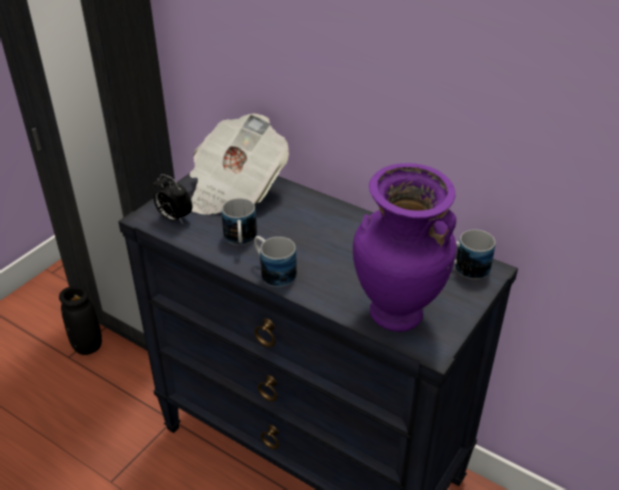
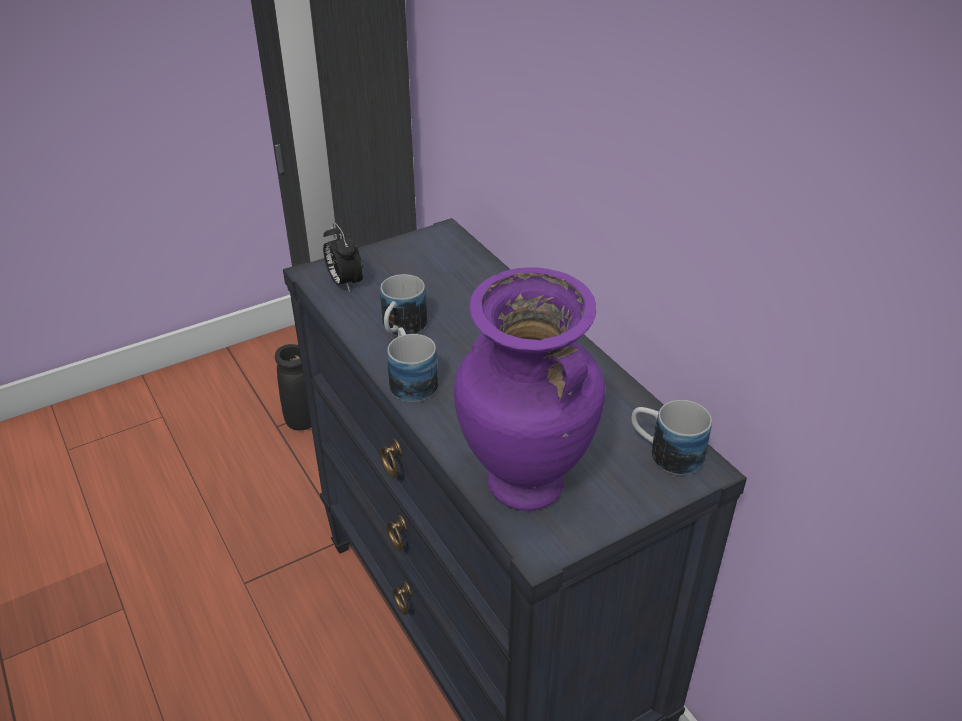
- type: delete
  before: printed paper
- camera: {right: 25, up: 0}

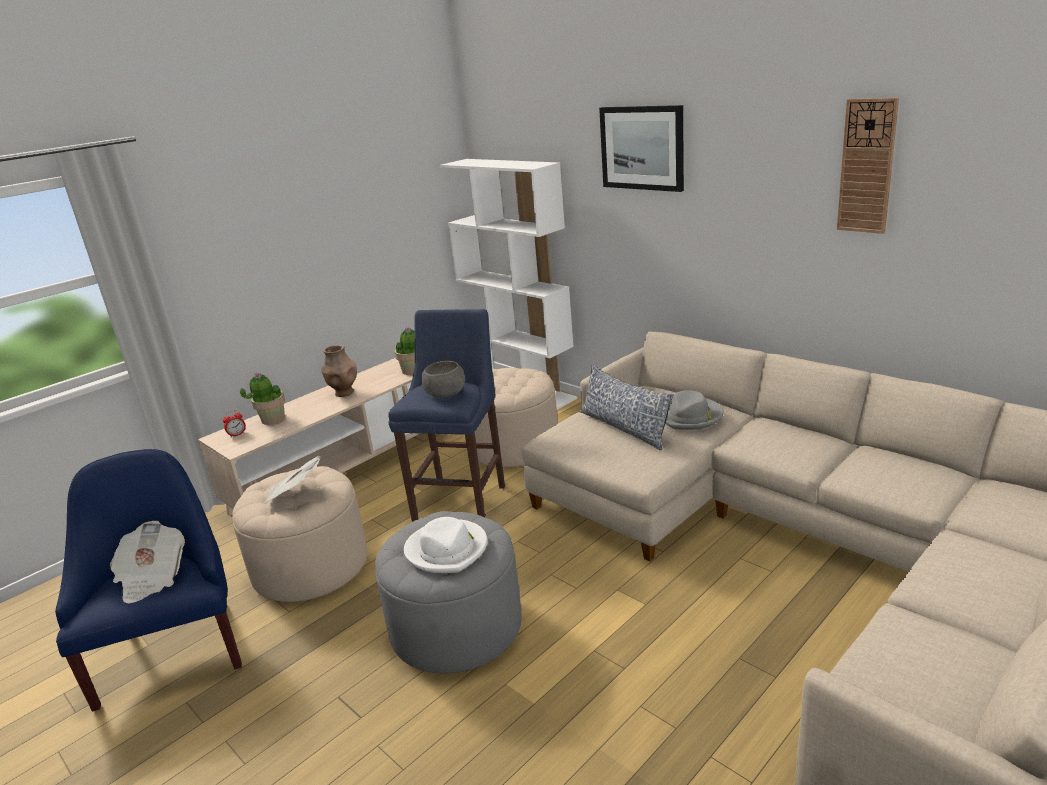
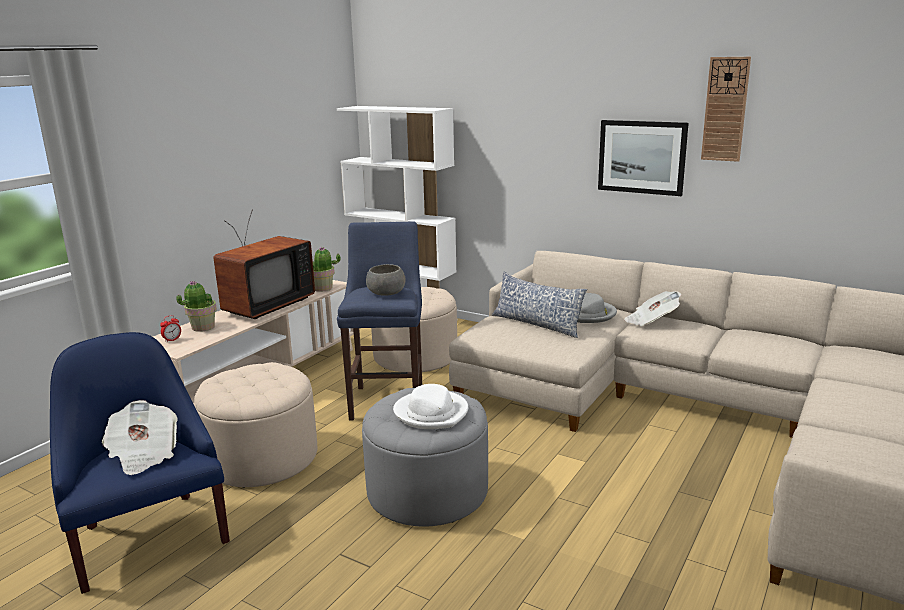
- type: move
  before: printed paper (2nd from left)
- type: move
  before: wall art
- type: replace
  before: vase (brown)
  after: TV
- camera: {right: -15, up: -5}

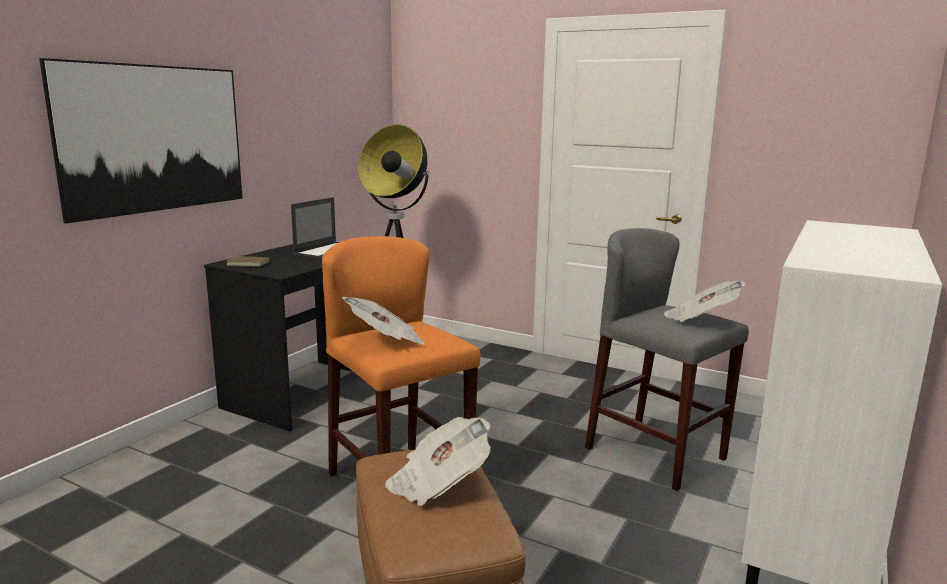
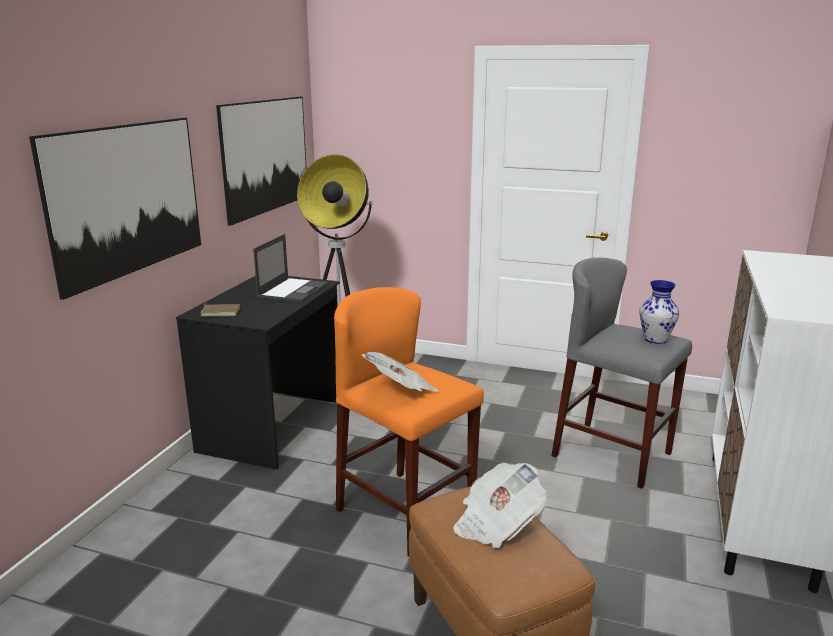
- type: insert
  after: wall art (2nd from left)
- type: replace
  before: printed paper (3rd from left)
  after: vase
- camera: {right: -10, up: 5}

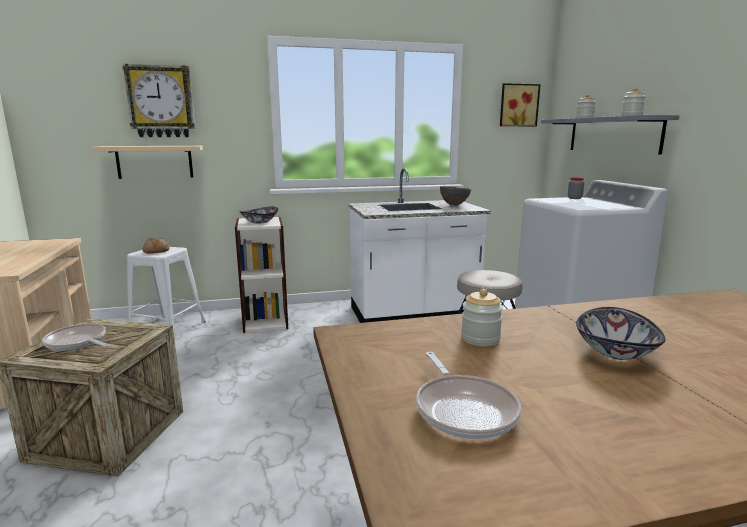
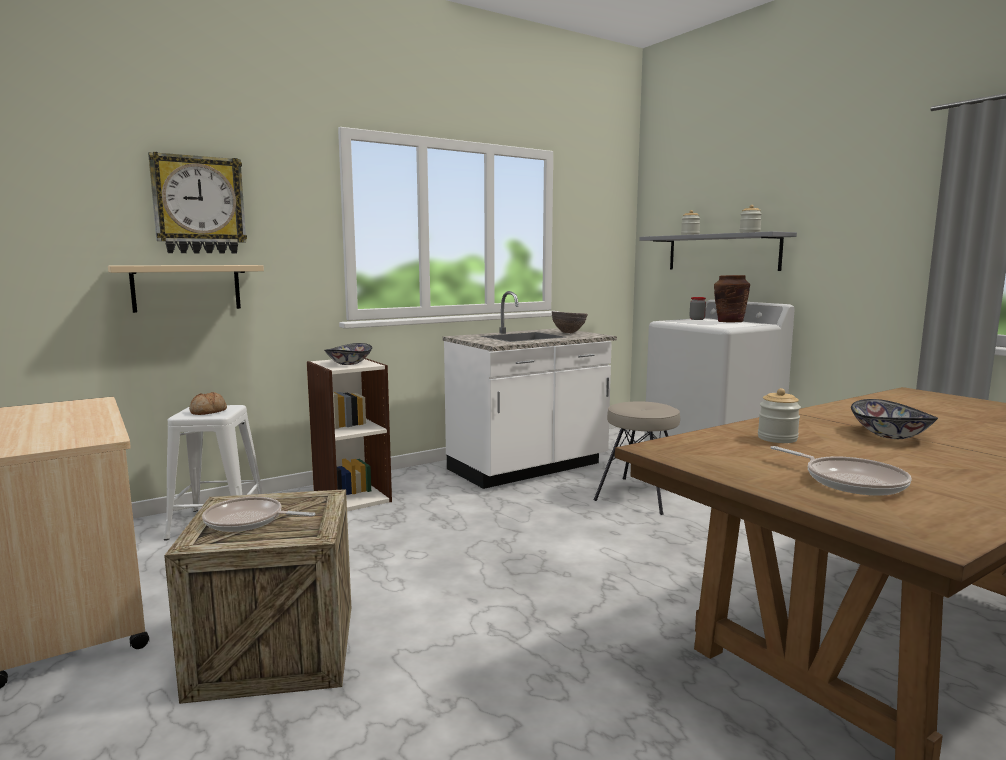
- type: delete
  before: wall art
- type: insert
  after: vase (brown)
- camera: {right: -20, up: -5}

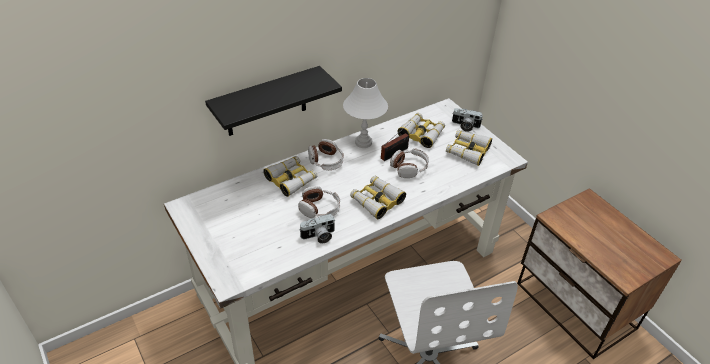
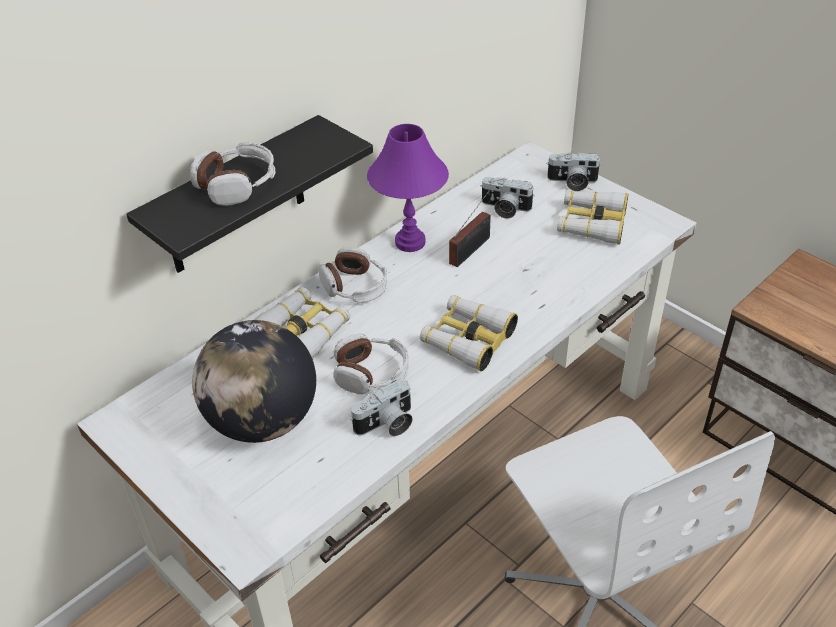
- type: insert
  after: world globe
- type: move
  before: headset (3rd from left in the first image)
  after: headset (1st from left)
- type: replace
  before: binoculars (3rd from left)
  after: still camera (2nd from left)
- type: recolor
  before: lamp for a table (white)
  after: lamp for a table (purple)
- camera: {right: -10, up: 0}

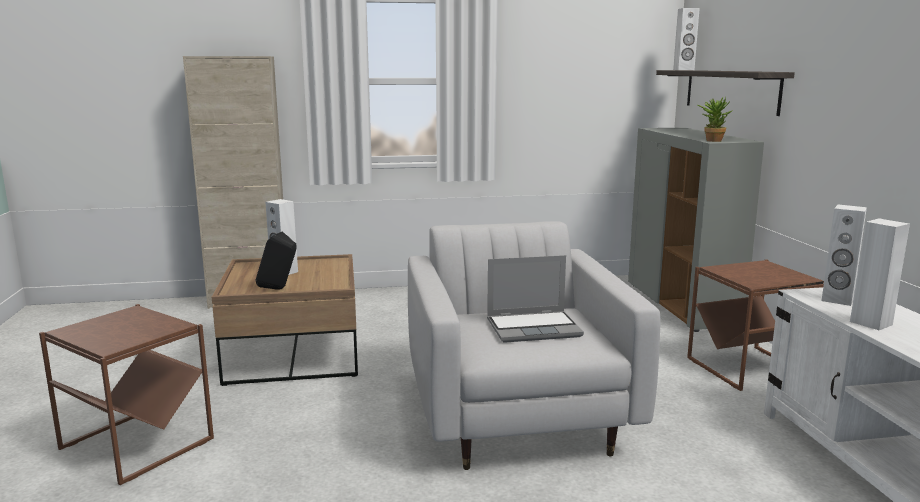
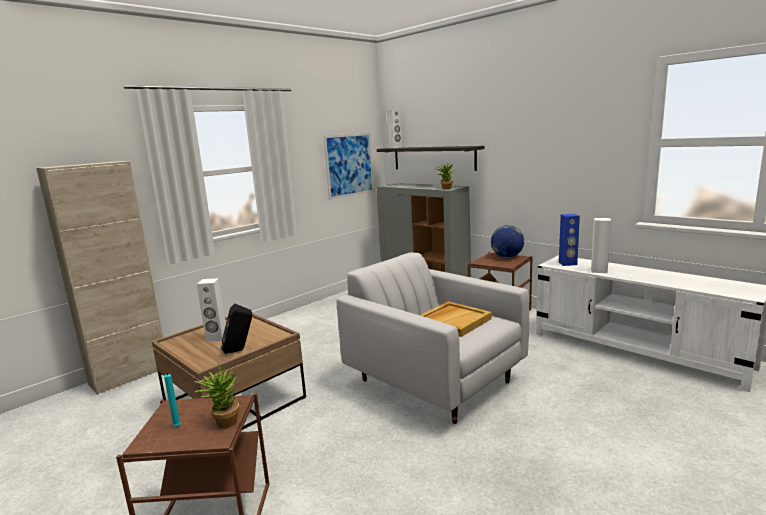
- type: insert
  after: wax candle (blue-green)
- type: insert
  after: plant in a pot (1st from left)
- type: insert
  after: wall art
- type: insert
  after: world globe
- type: replace
  before: notebook computer
  after: tray (sand-coloured)
- type: recolor
  before: speaker (white) (3rd from left)
  after: speaker (blue-coloured)
- camera: {right: -35, up: 0}

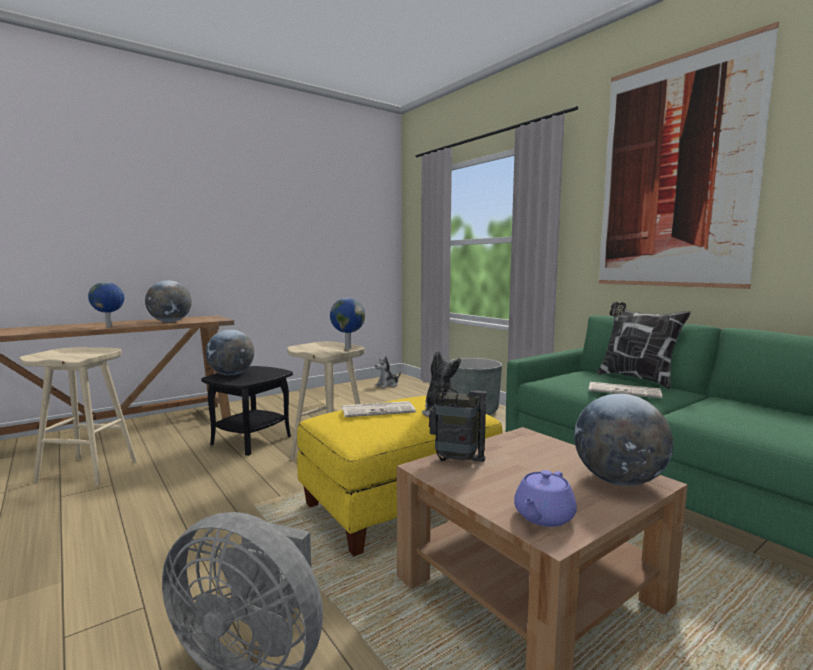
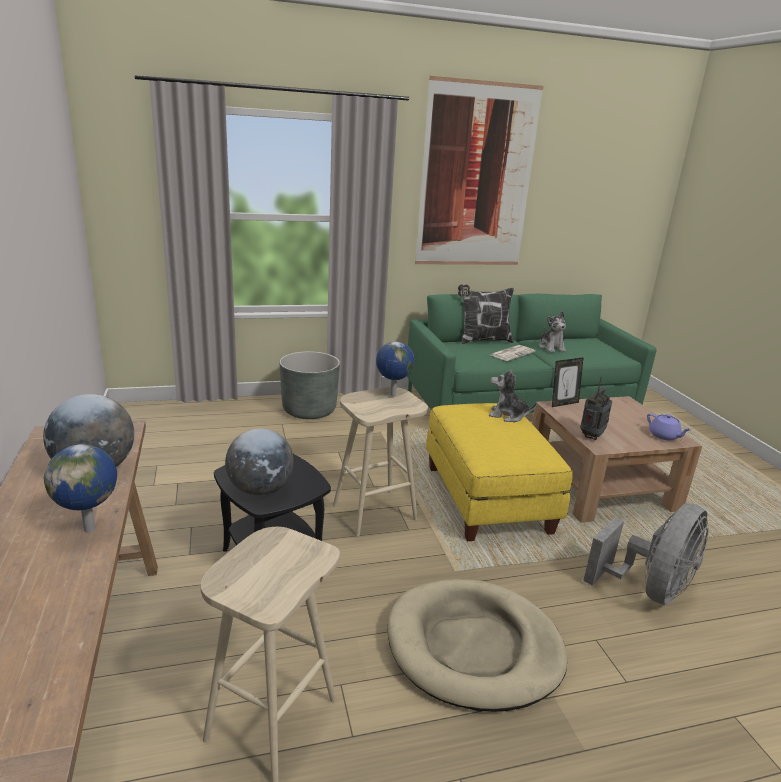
- type: delete
  before: printed paper (1st from left)
- type: delete
  before: world globe (5th from left)
- type: insert
  after: dog cushion (sand-coloured)
- type: insert
  after: picture frame
- type: move
  before: cuddly toy (1st from left in the first image)
  after: cuddly toy (2nd from left)
- camera: {right: -70, up: 15}

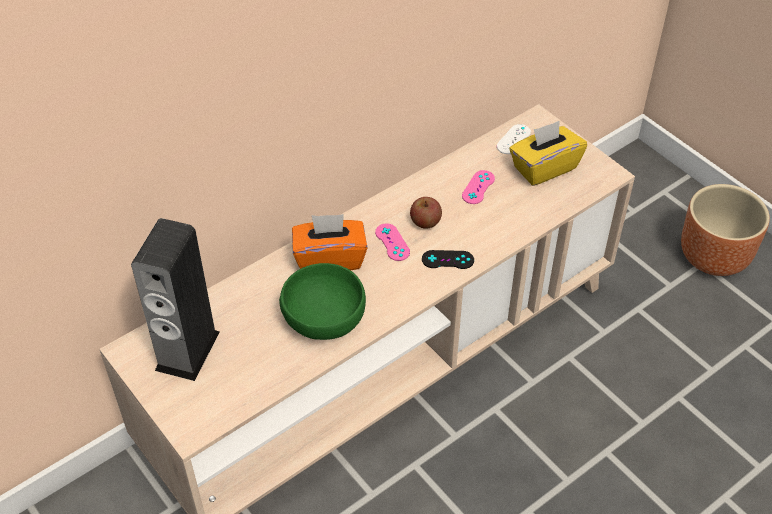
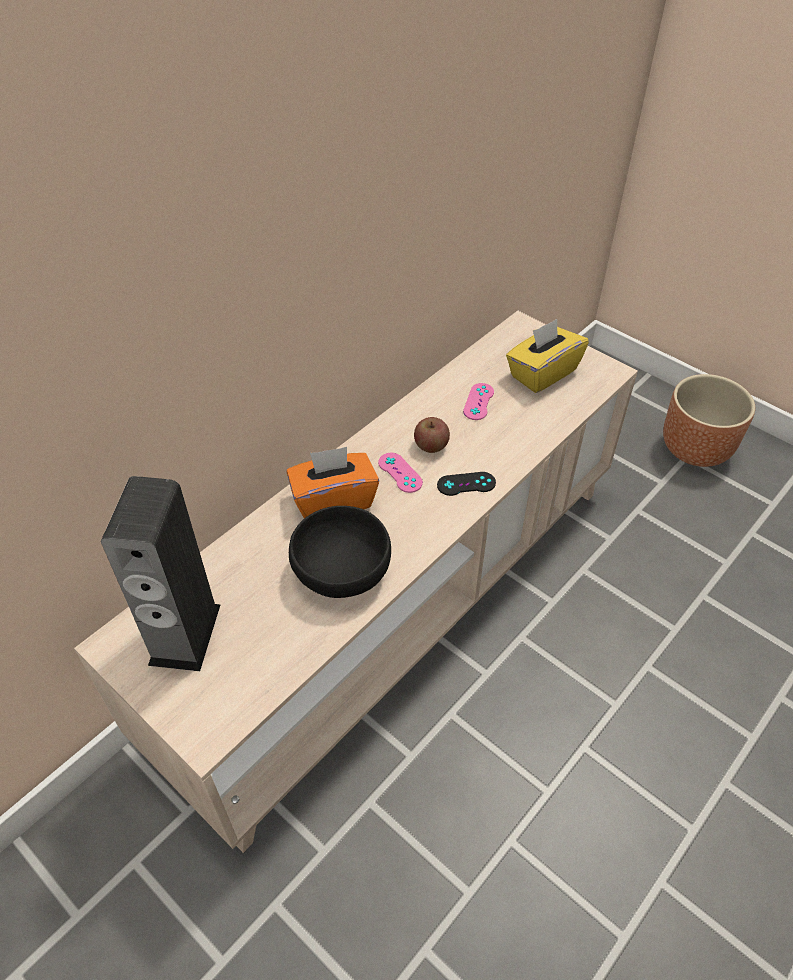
- type: delete
  before: gamepad (white)
- type: recolor
  before: serving bowl (greenish)
  after: serving bowl (black-coloured)
- camera: {right: -10, up: 0}

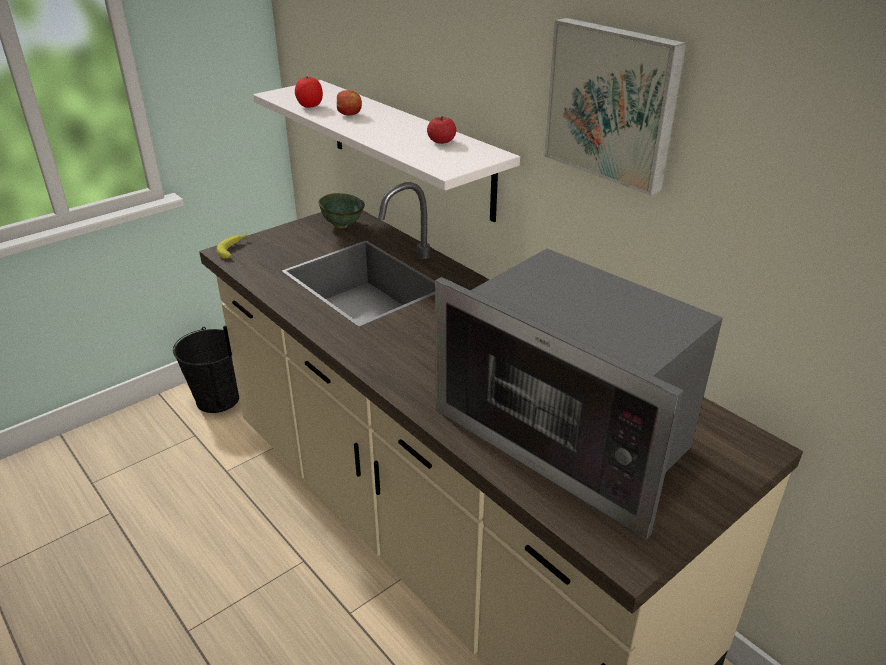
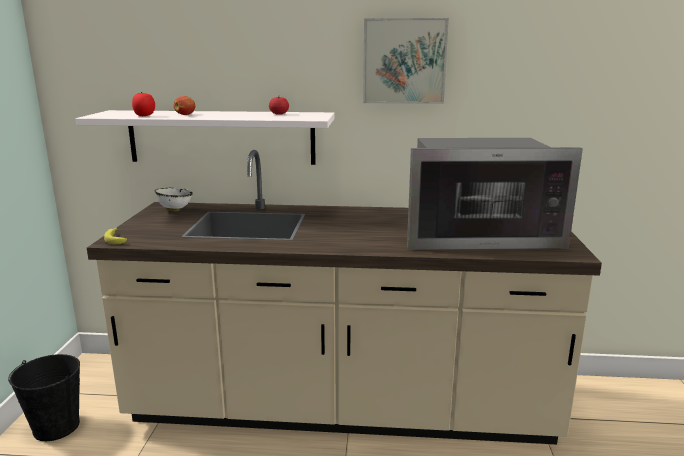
- type: recolor
  before: serving bowl (greenish)
  after: serving bowl (white)
- camera: {right: -45, up: -15}

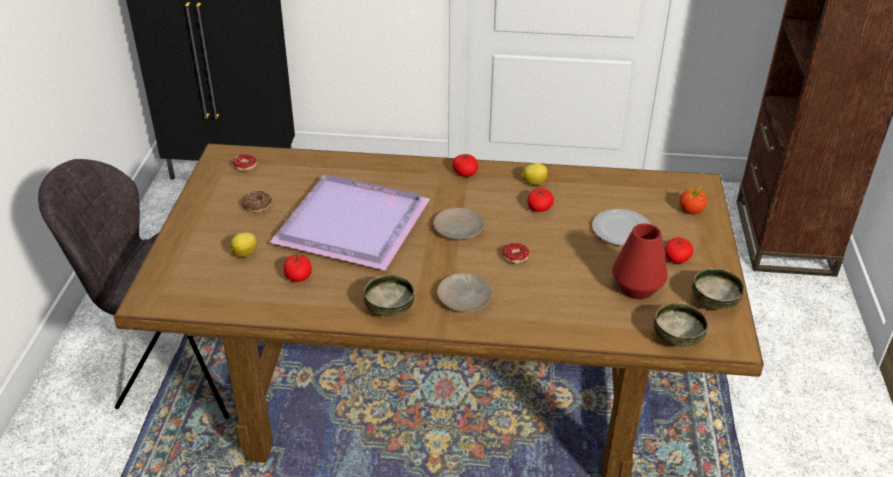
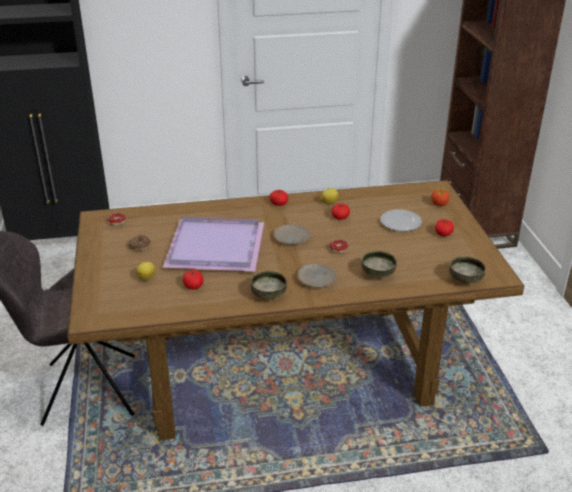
- type: delete
  before: vase (red-coloured)
- type: move
  before: serving bowl (3rd from left in the first image)
  after: serving bowl (2nd from left)
- camera: {right: -15, up: -5}

